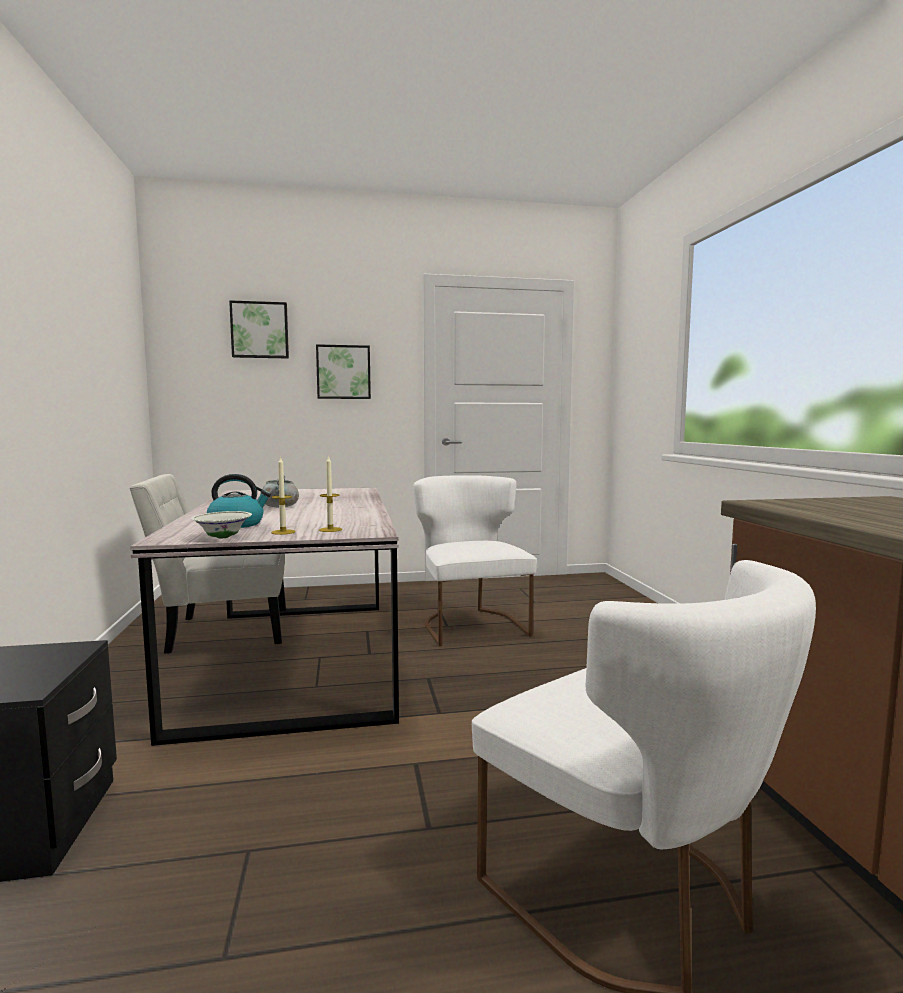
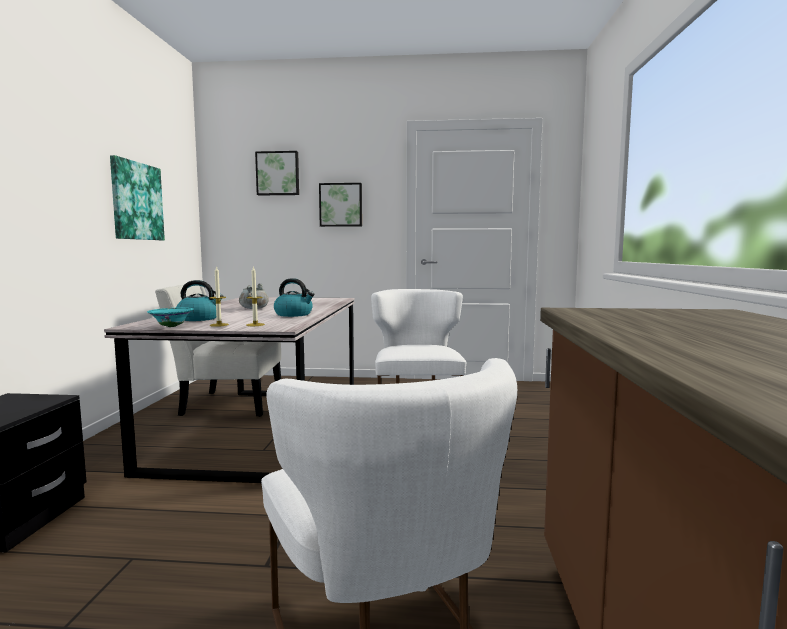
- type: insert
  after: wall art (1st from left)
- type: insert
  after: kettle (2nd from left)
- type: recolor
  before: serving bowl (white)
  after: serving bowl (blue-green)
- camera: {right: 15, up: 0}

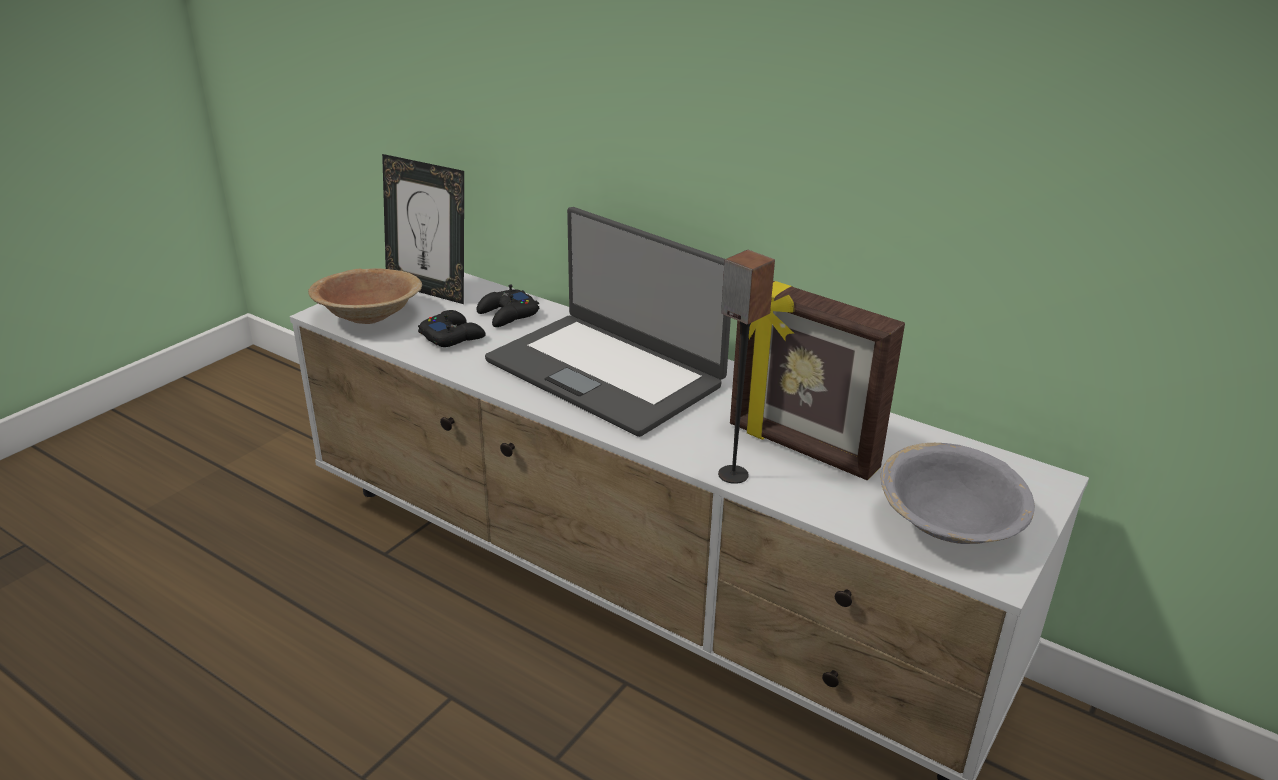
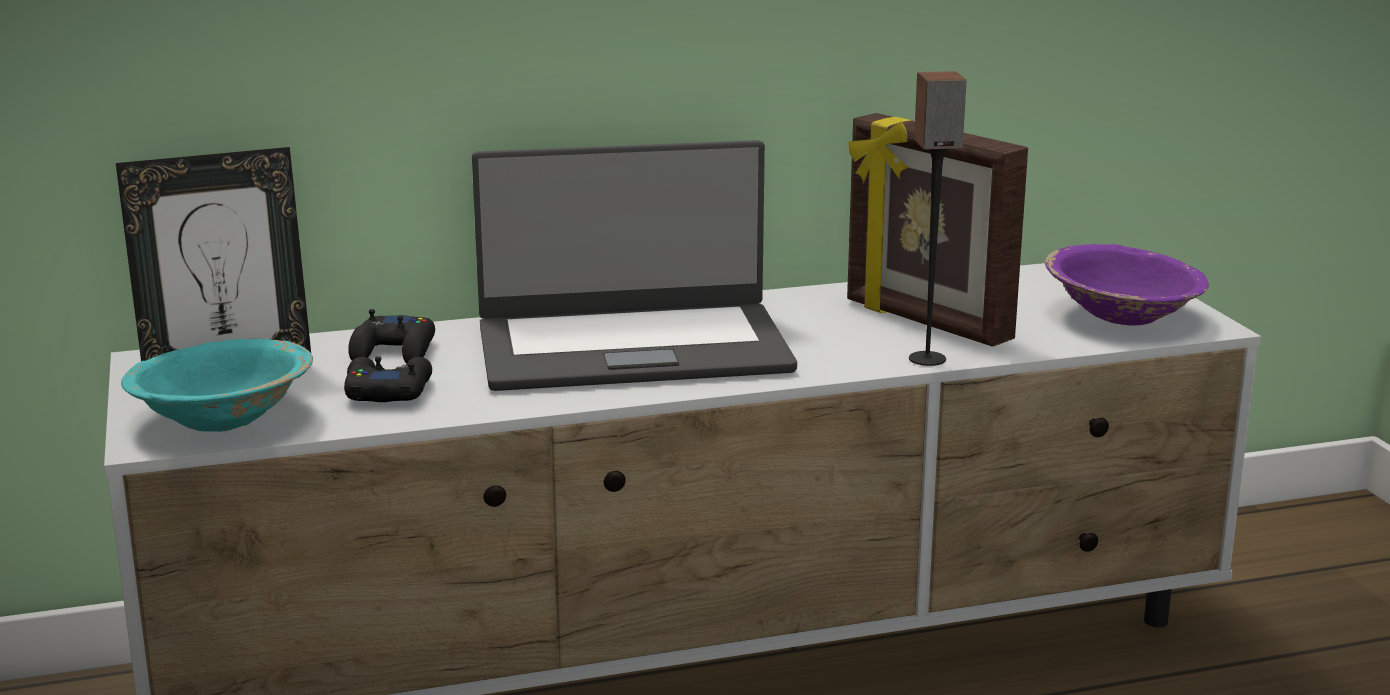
- type: recolor
  before: serving bowl (brown)
  after: serving bowl (blue-green)
- type: recolor
  before: serving bowl (grey)
  after: serving bowl (purple)
- type: rotate
  before: picture frame (2nd from left)
  turn: 60
- camera: {right: -50, up: -10}

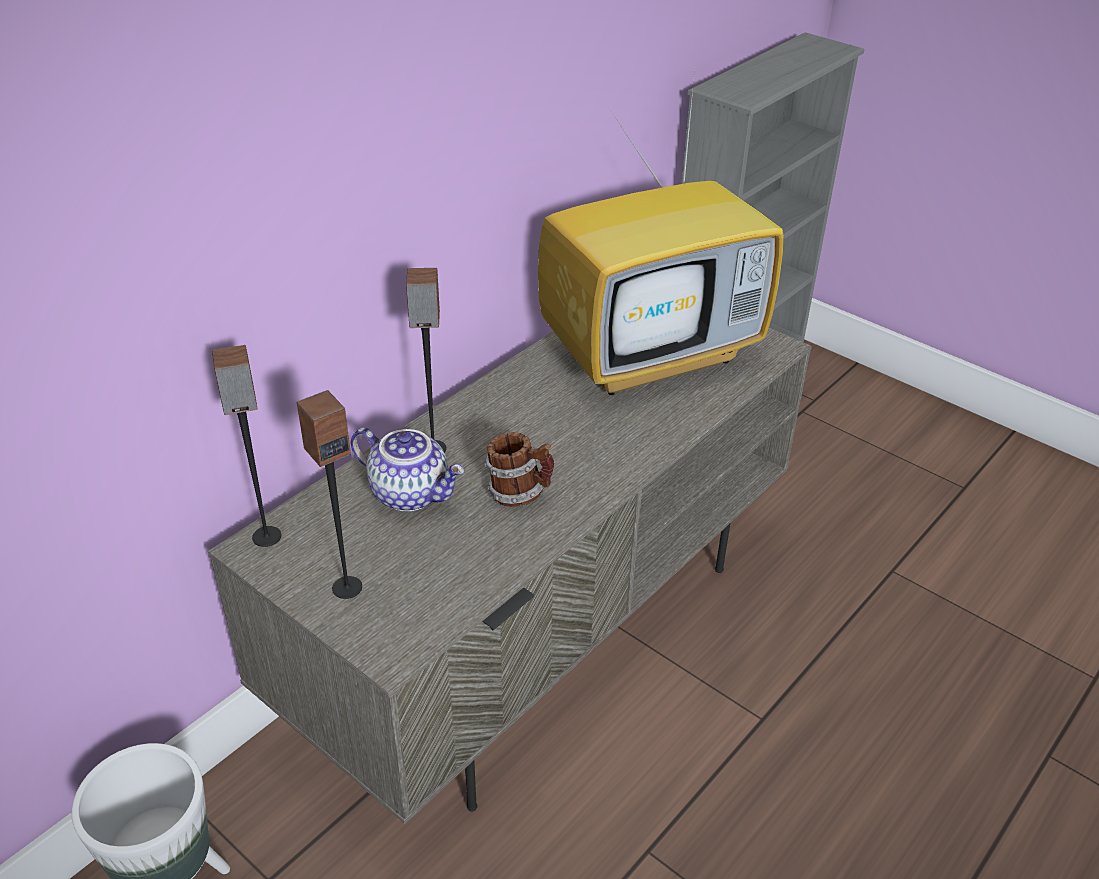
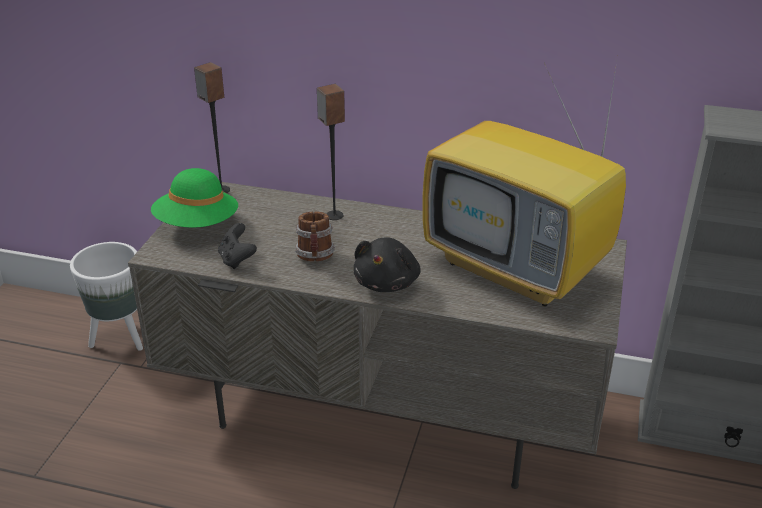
- type: delete
  before: tea pot
- type: insert
  after: gamepad (black-coloured)
- type: insert
  after: cuddly toy (black-coloured)
- type: replace
  before: speaker (2nd from left)
  after: clothing hat (greenish)
- camera: {right: 65, up: -5}

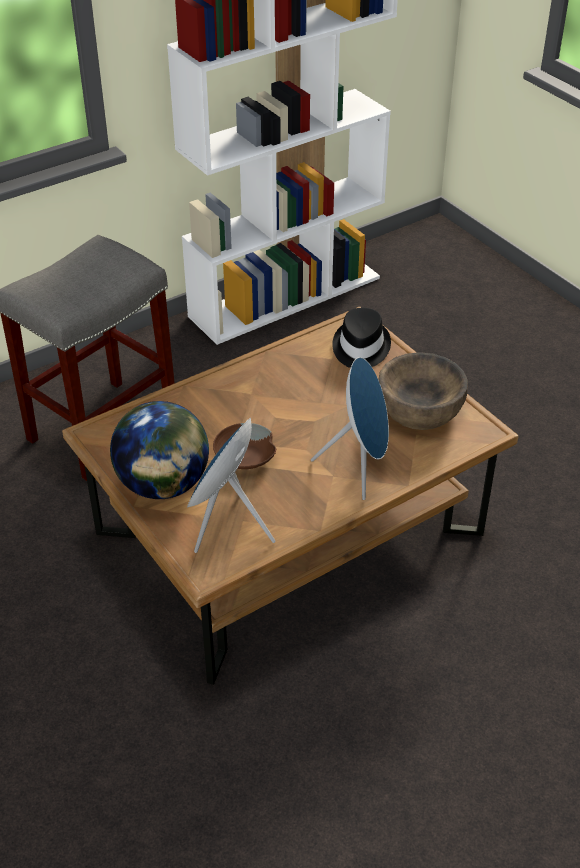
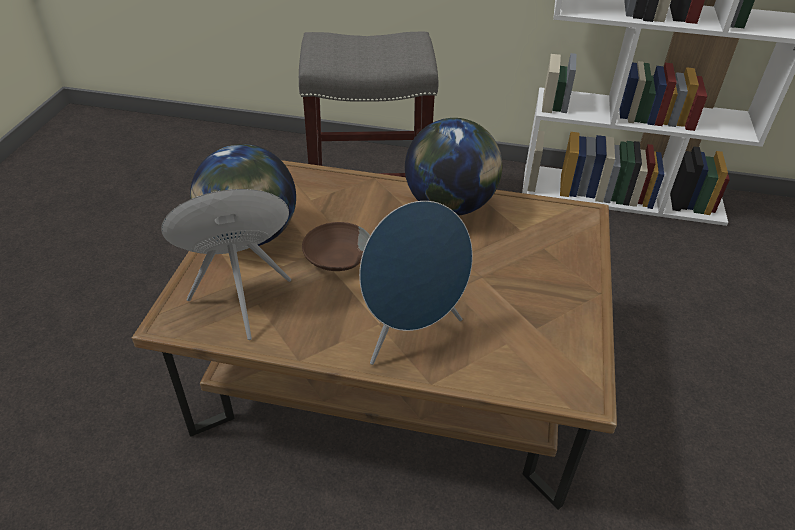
- type: delete
  before: clothing hat (black-coloured)
- type: delete
  before: serving bowl (brown) (2nd from left)
- type: insert
  after: world globe (2nd from left)
- camera: {right: 45, up: 0}

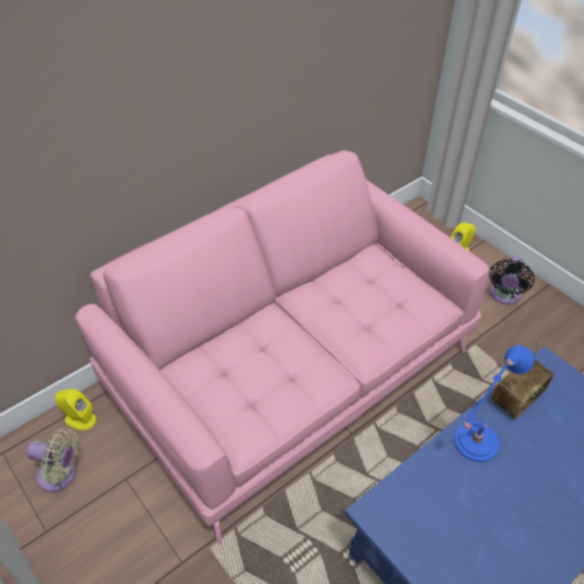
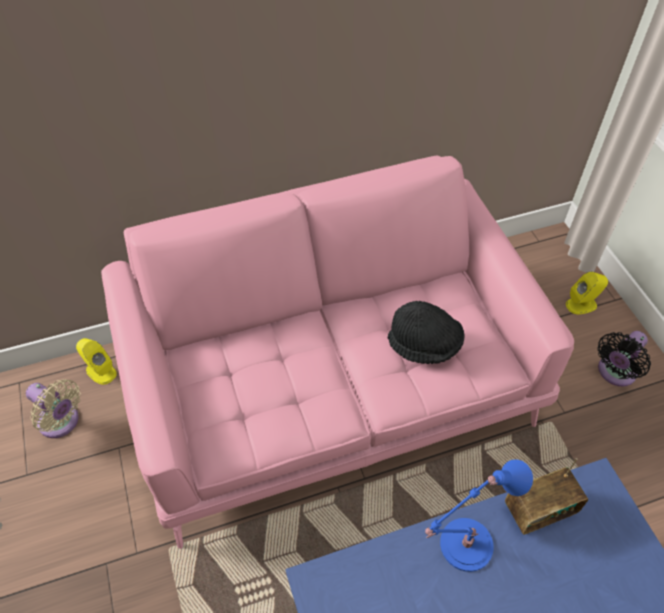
- type: insert
  after: clothing hat (black-coloured)
- camera: {right: 20, up: 5}

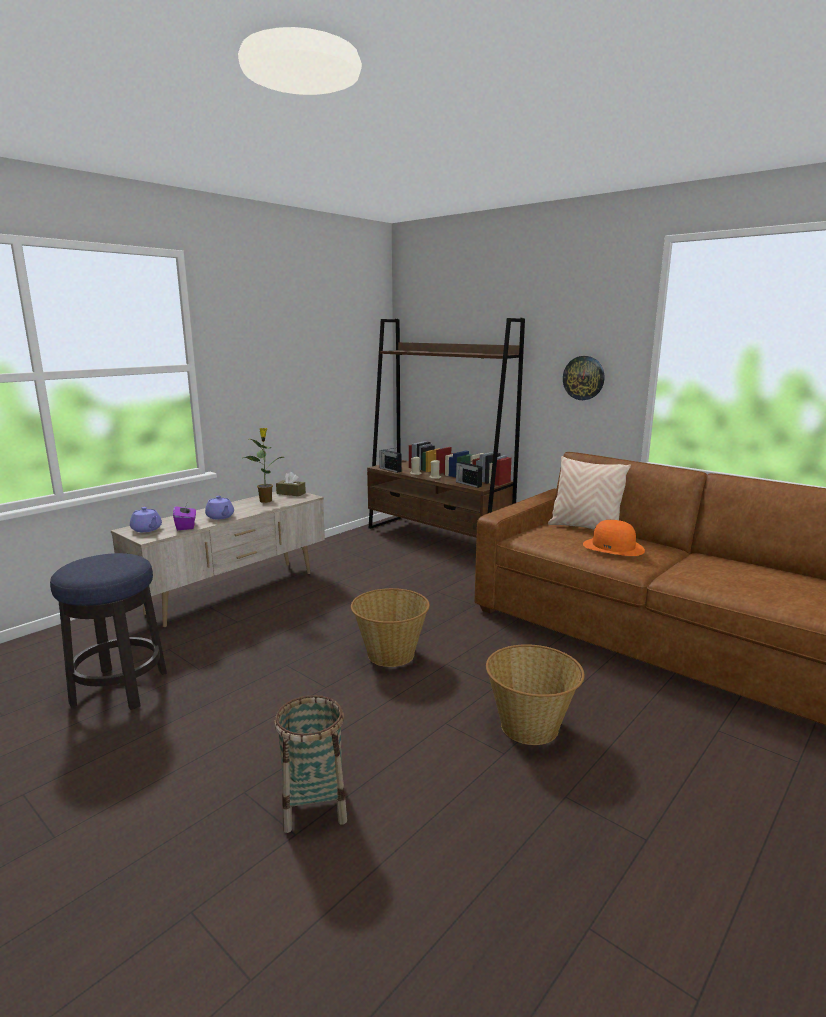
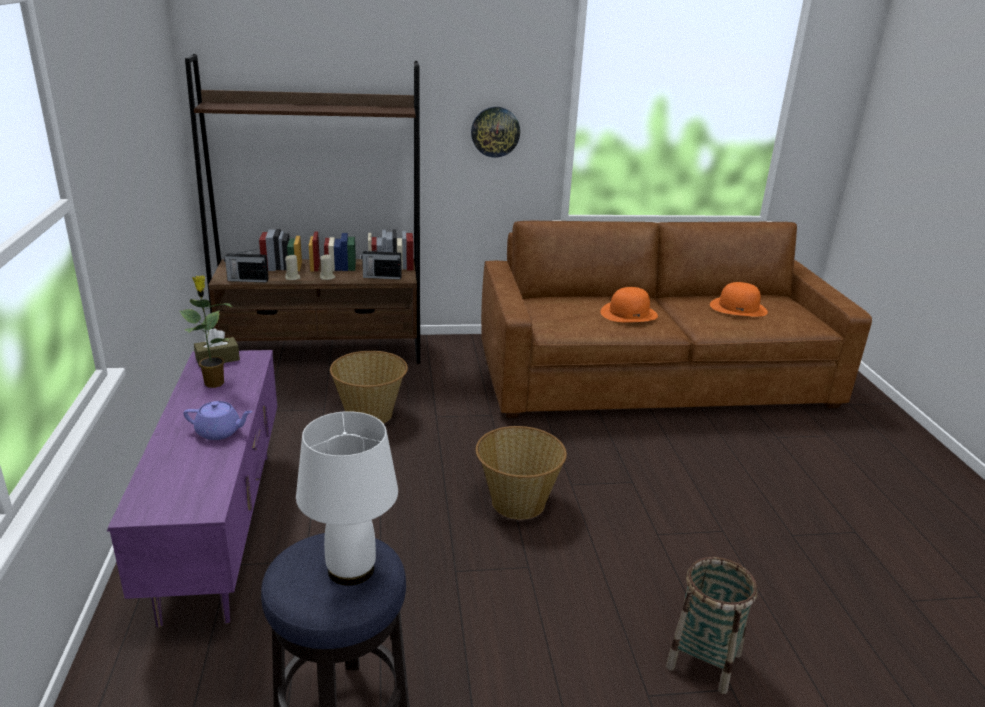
- type: delete
  before: tea pot (purple) (1st from left)
- type: delete
  before: box of tissues (purple)
- type: delete
  before: pillow (sand-coloured)
- type: insert
  after: lamp for a table (white)
- type: insert
  after: clothing hat (orange-coloured) (2nd from left)
- type: move
  before: storage basket (3rd from left in the first image)
  after: storage basket (1st from left)
- type: recolor
  before: tv unit (sand-coloured)
  after: tv unit (purple)
- camera: {right: -50, up: 10}

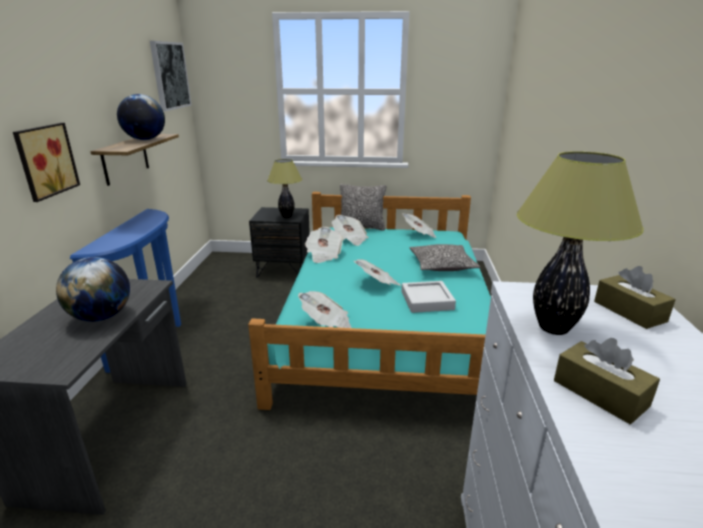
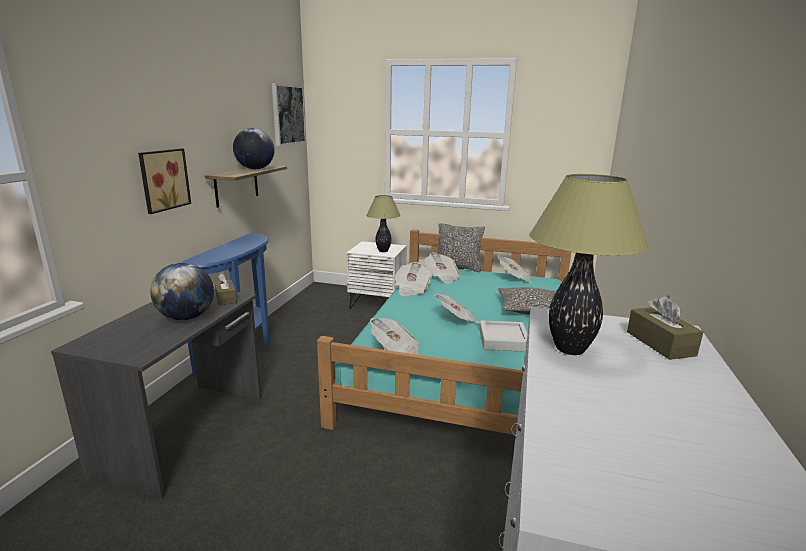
- type: move
  before: box of tissues (brown) (1st from left)
- type: recolor
  before: night table (black-coloured)
  after: night table (white)
- camera: {right: 10, up: -5}

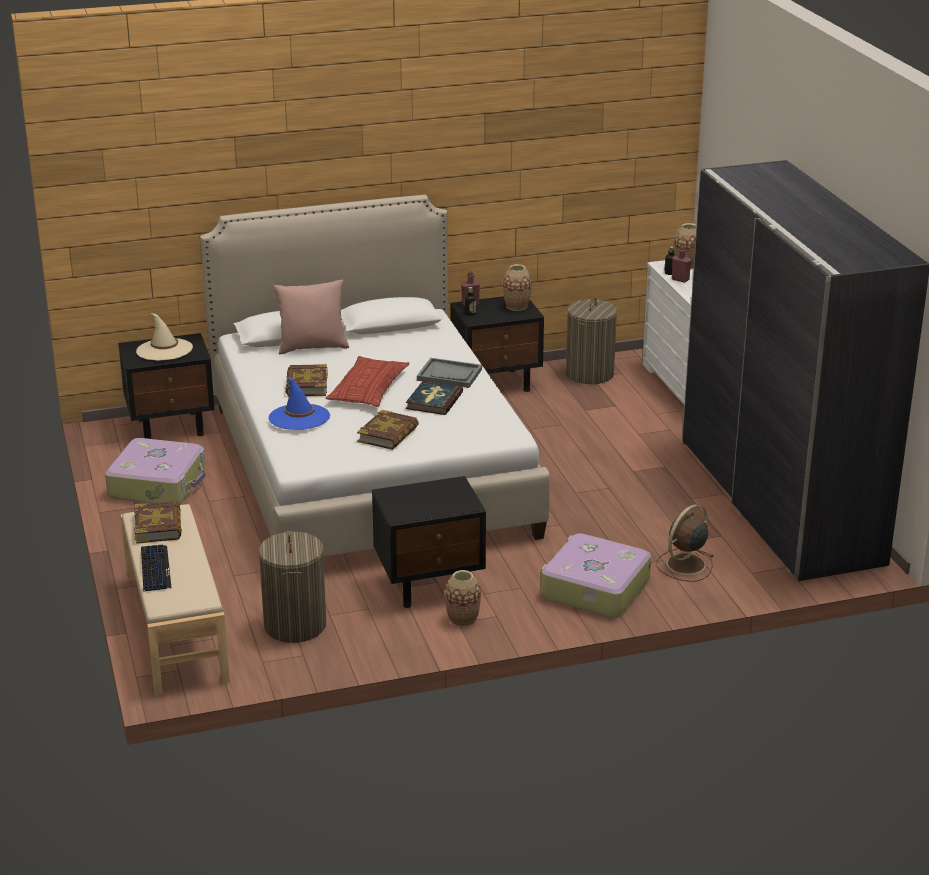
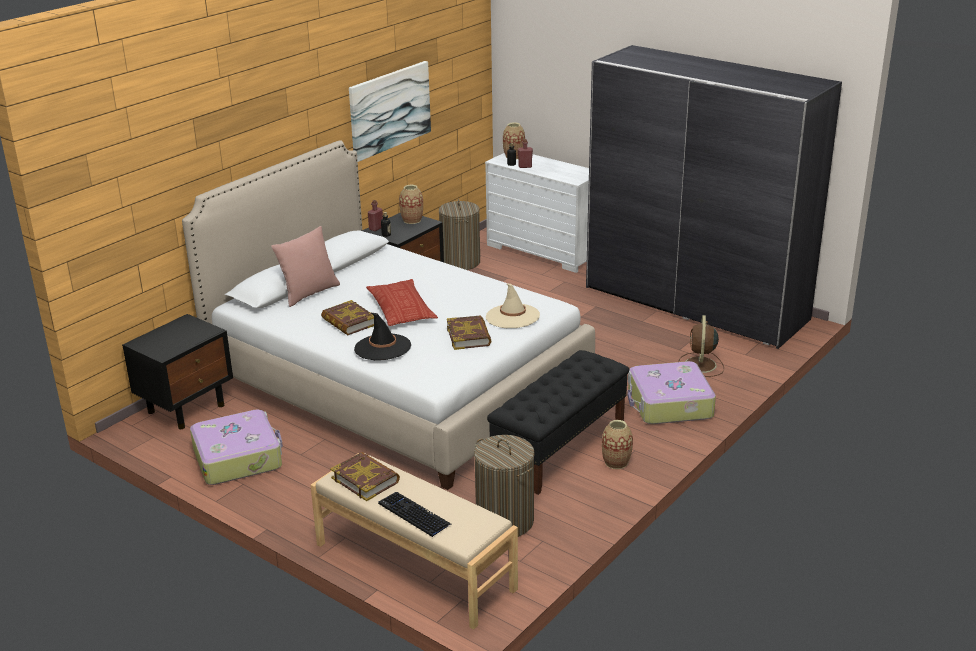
- type: delete
  before: volume (4th from left)
- type: delete
  before: tray (grey)
- type: insert
  after: wall art
- type: move
  before: clothing hat (sand-coloured)
- type: replace
  before: night table (black-coloured) (2nd from left)
  after: long seat (black-coloured)
- type: recolor
  before: clothing hat (blue-coloured)
  after: clothing hat (black-coloured)
- camera: {right: -35, up: 0}

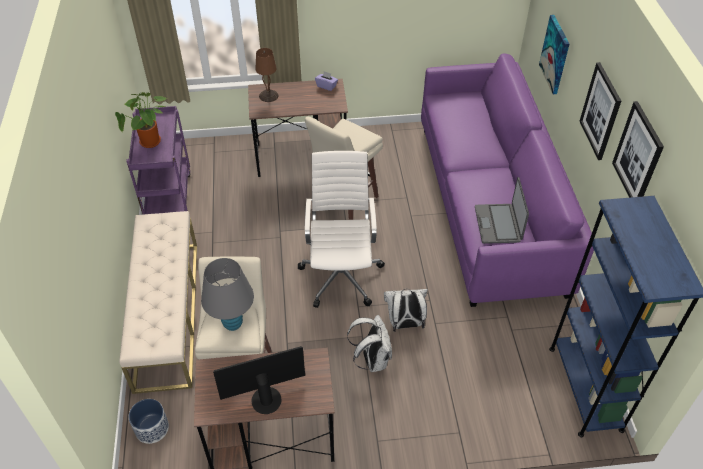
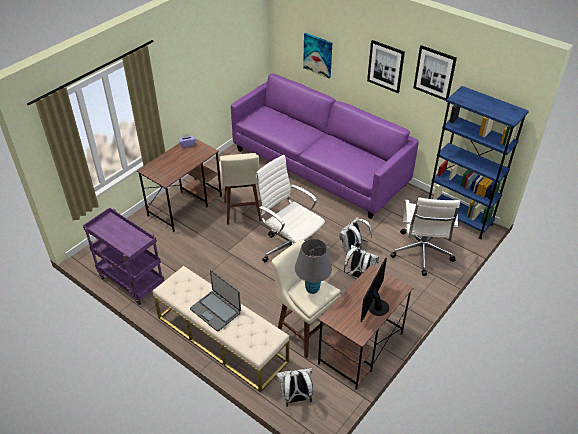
- type: delete
  before: plant in a pot
- type: delete
  before: lamp for a table (brown)
- type: insert
  after: desk chair (white) (2nd from left)
- type: move
  before: notebook computer
- type: replace
  before: flower pot
  after: backpack (white) (1st from left)
- camera: {right: -45, up: -5}

